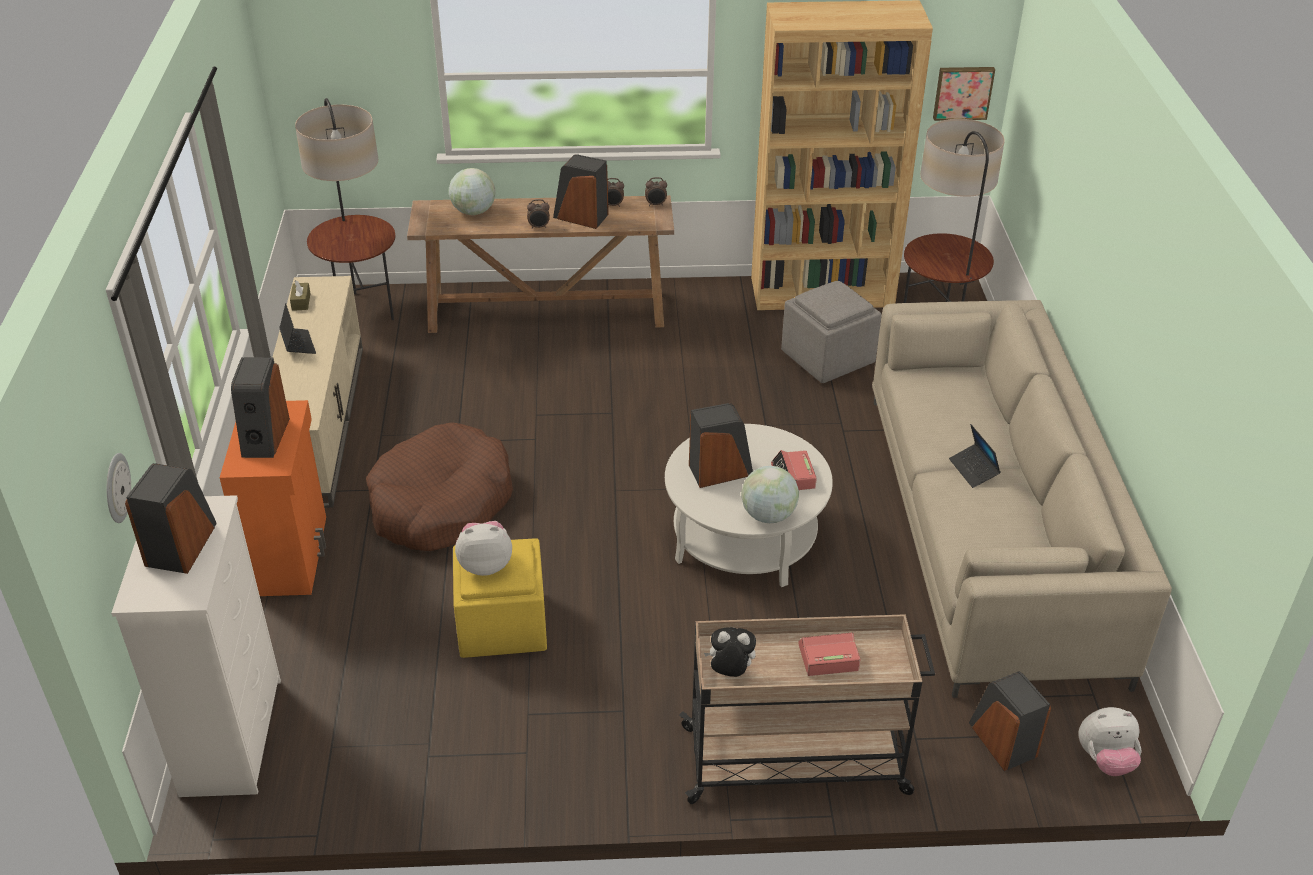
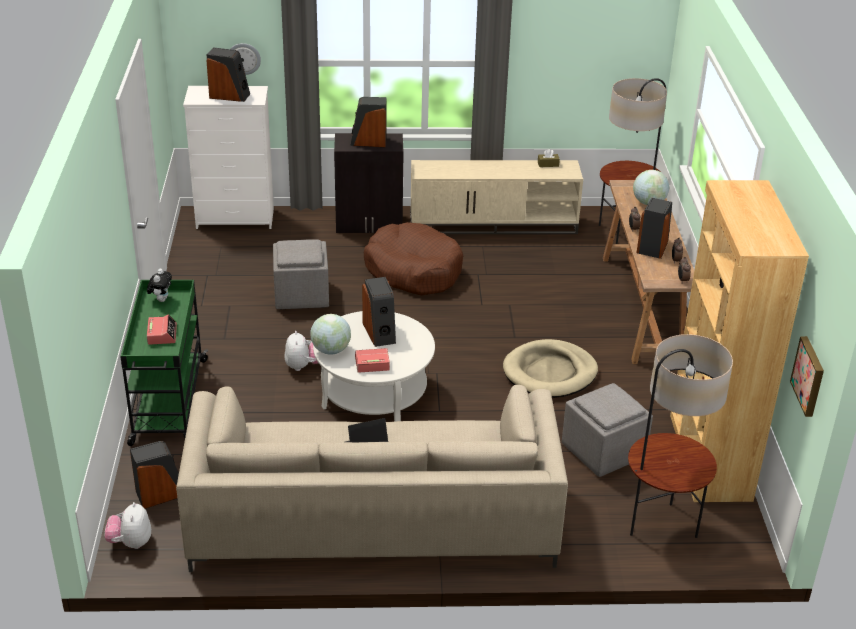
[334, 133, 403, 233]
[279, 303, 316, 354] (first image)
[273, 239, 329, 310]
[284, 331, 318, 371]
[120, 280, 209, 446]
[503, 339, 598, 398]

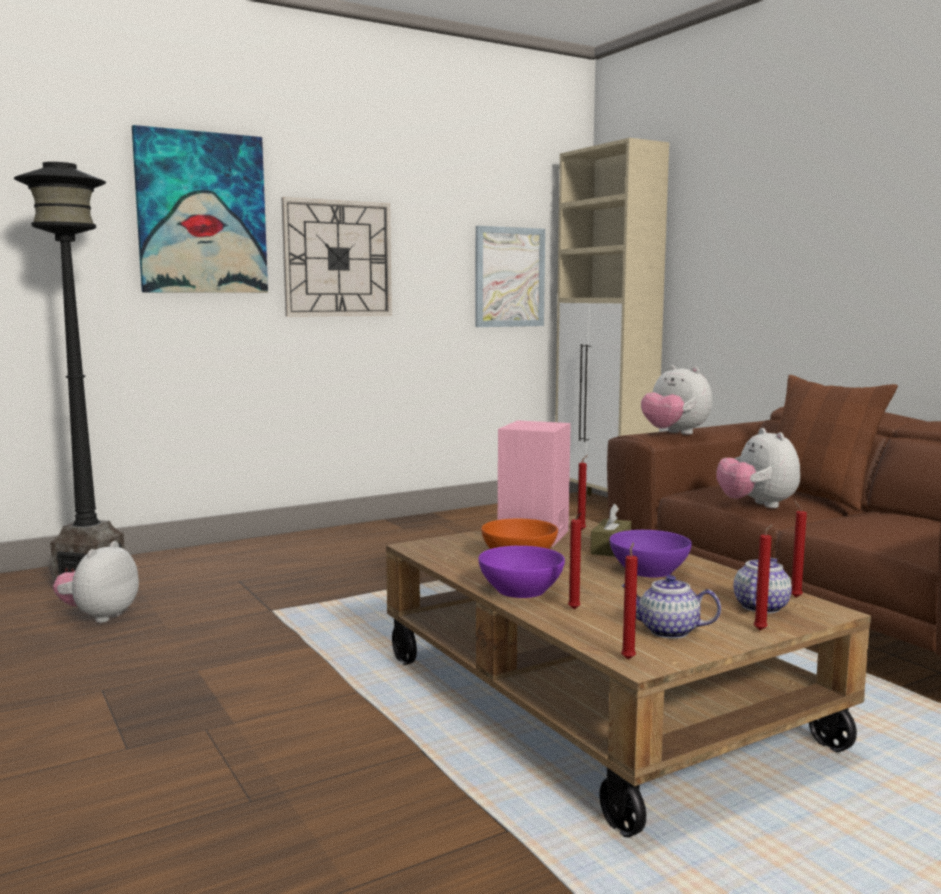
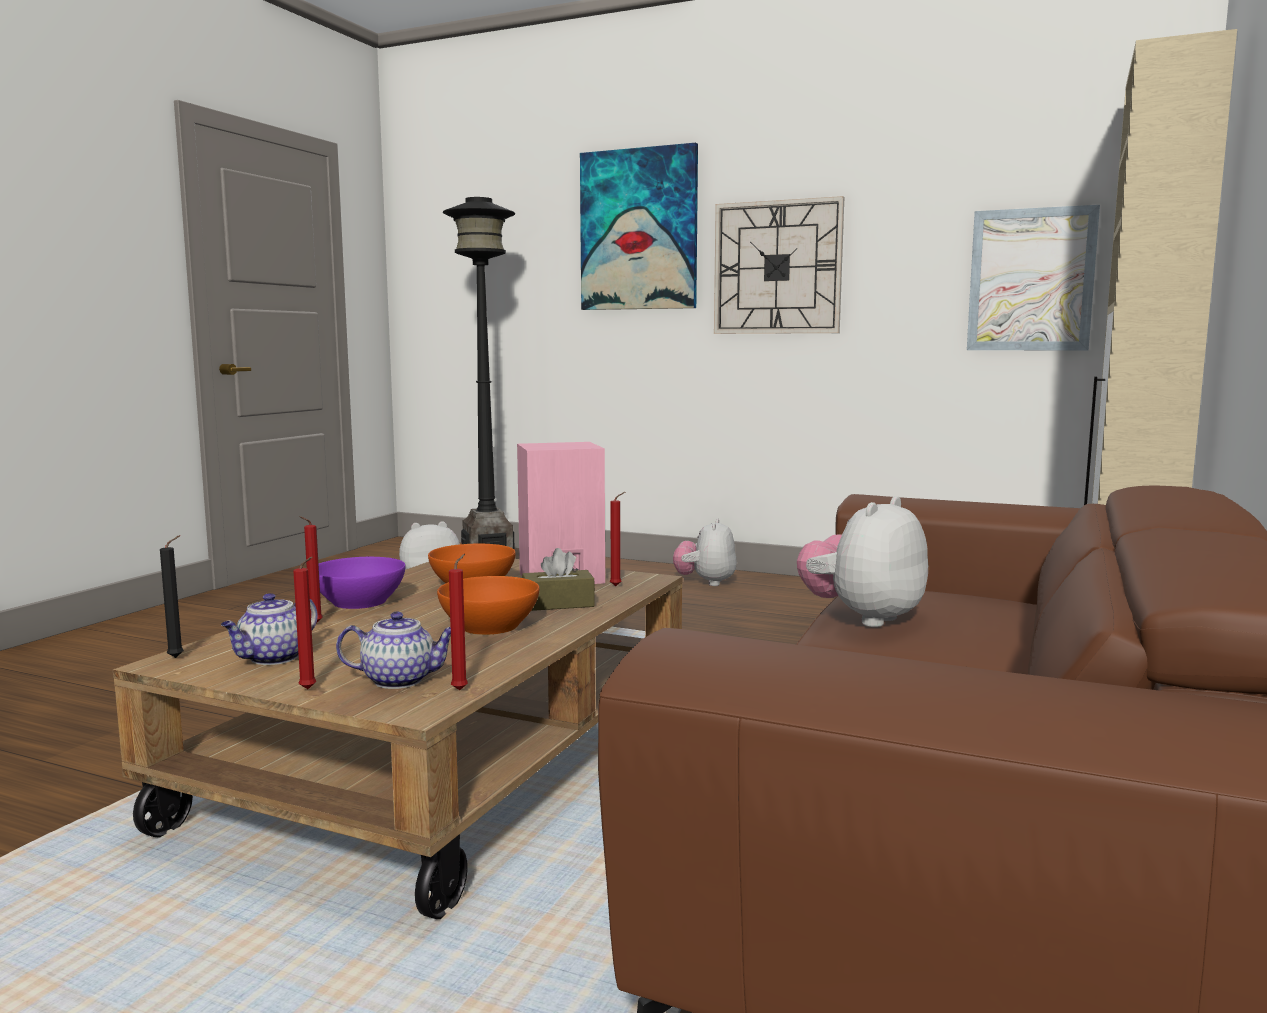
[437, 576, 540, 635]
[160, 535, 184, 658]
[221, 593, 318, 665]
[673, 518, 737, 586]
[777, 375, 898, 511] (first image)

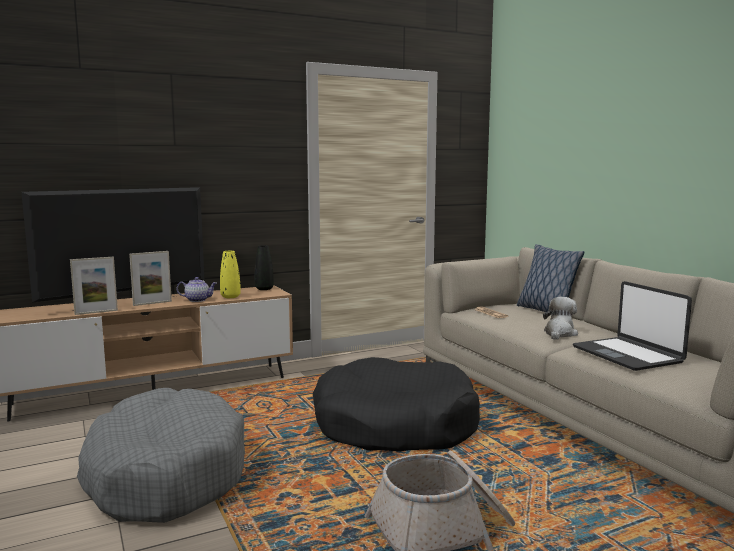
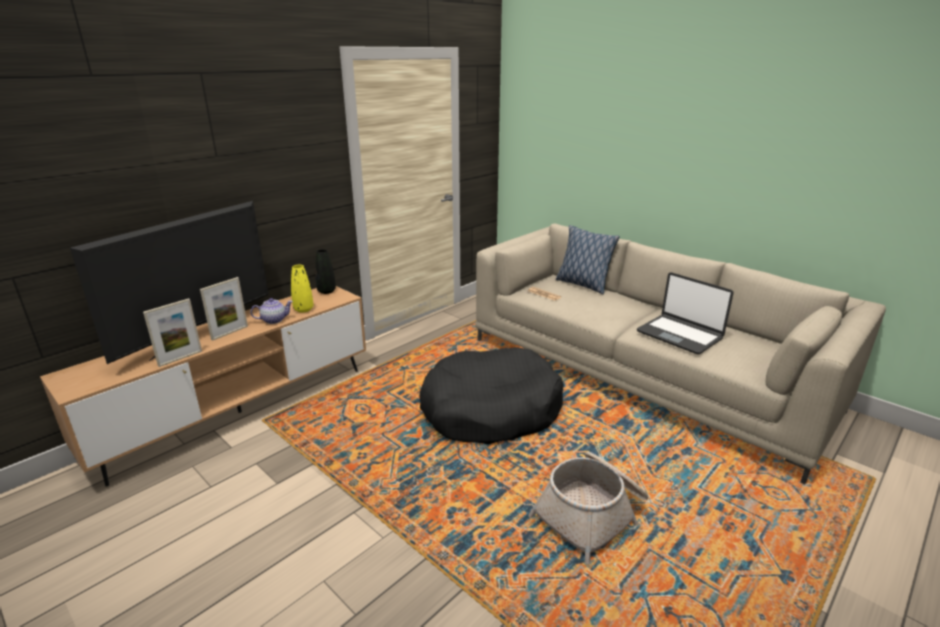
[77, 388, 245, 523] (first image)
[543, 297, 578, 340] (first image)

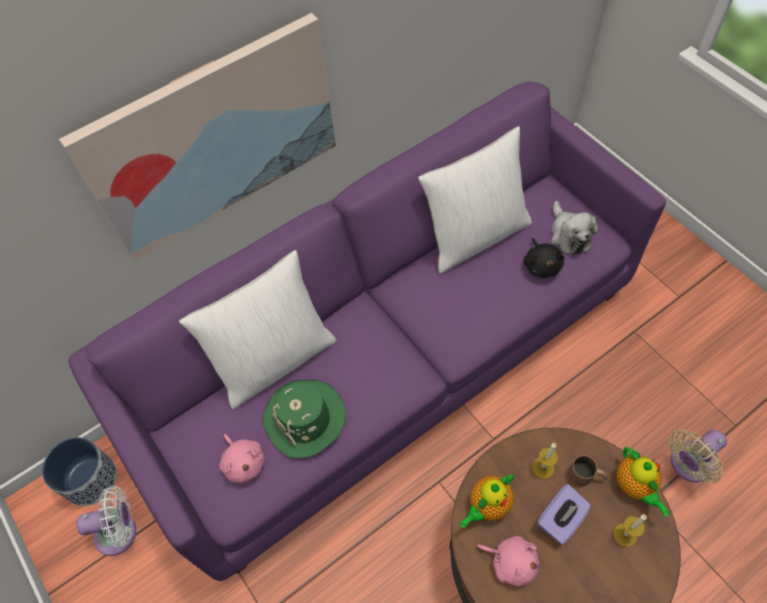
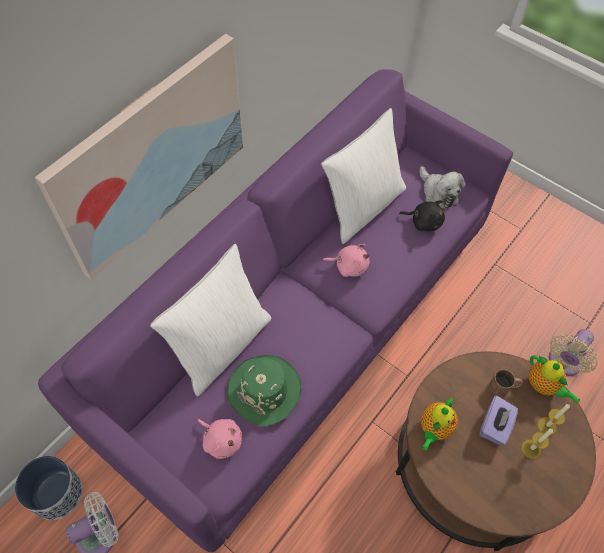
[323, 244, 370, 277]
[399, 200, 446, 231]
[521, 429, 553, 459]

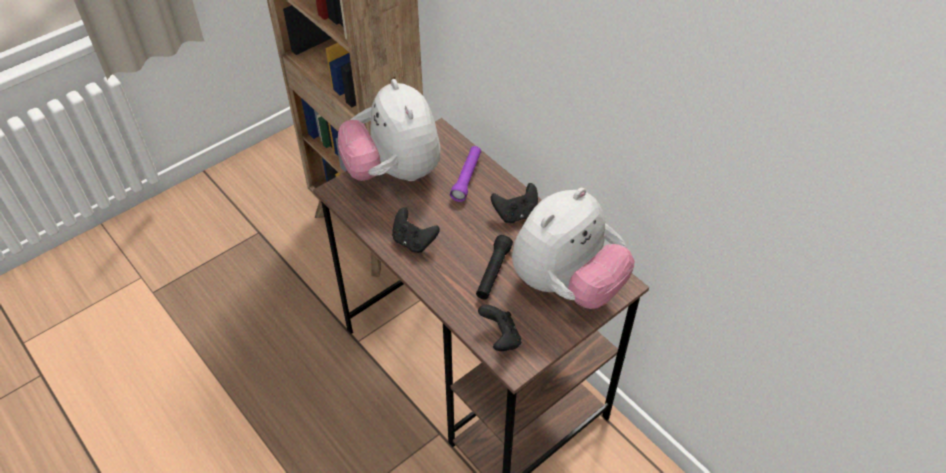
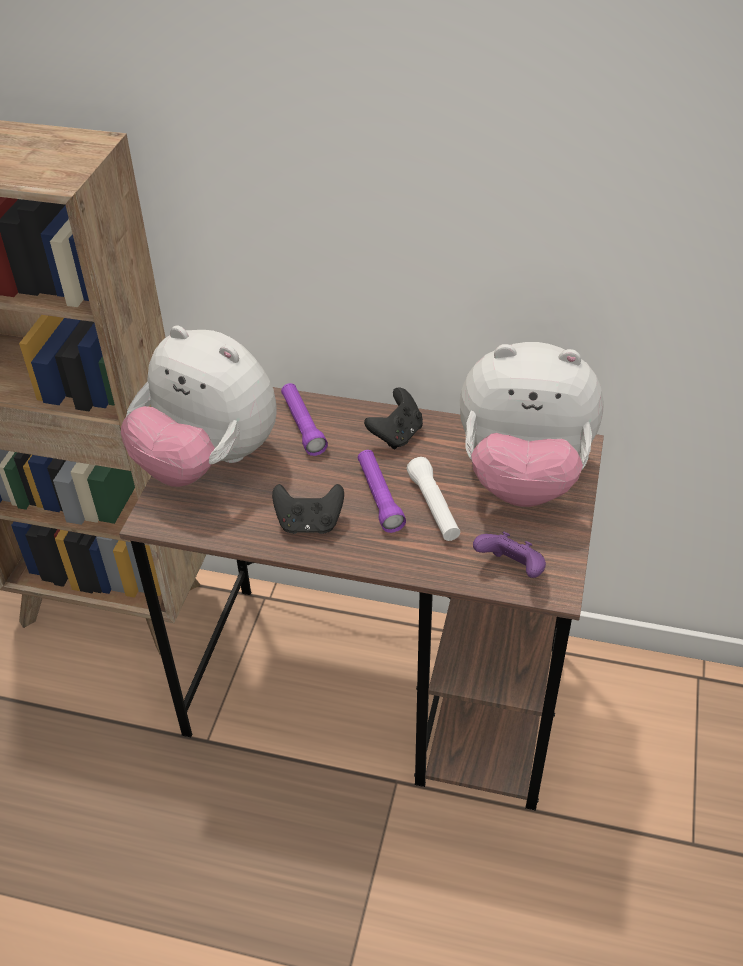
[407, 457, 460, 541]
[473, 532, 546, 578]
[460, 342, 604, 507]
[358, 450, 406, 533]

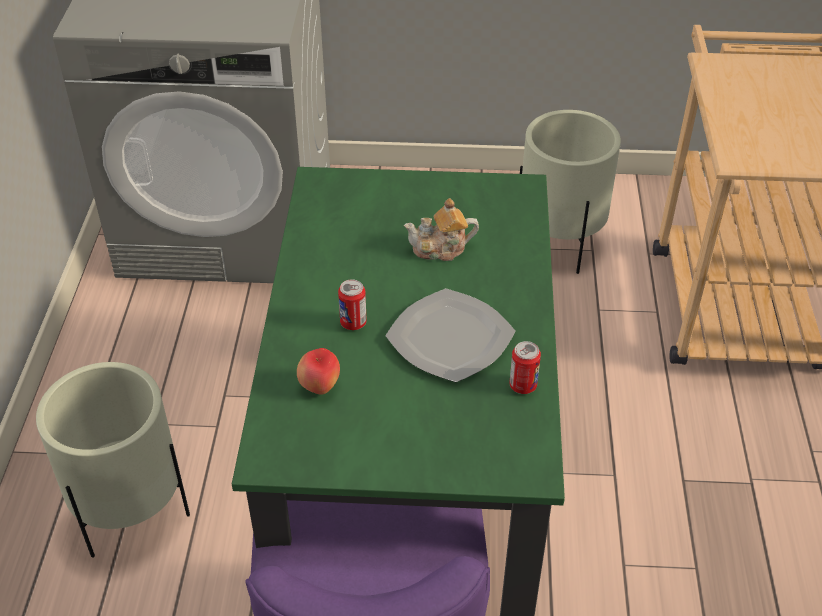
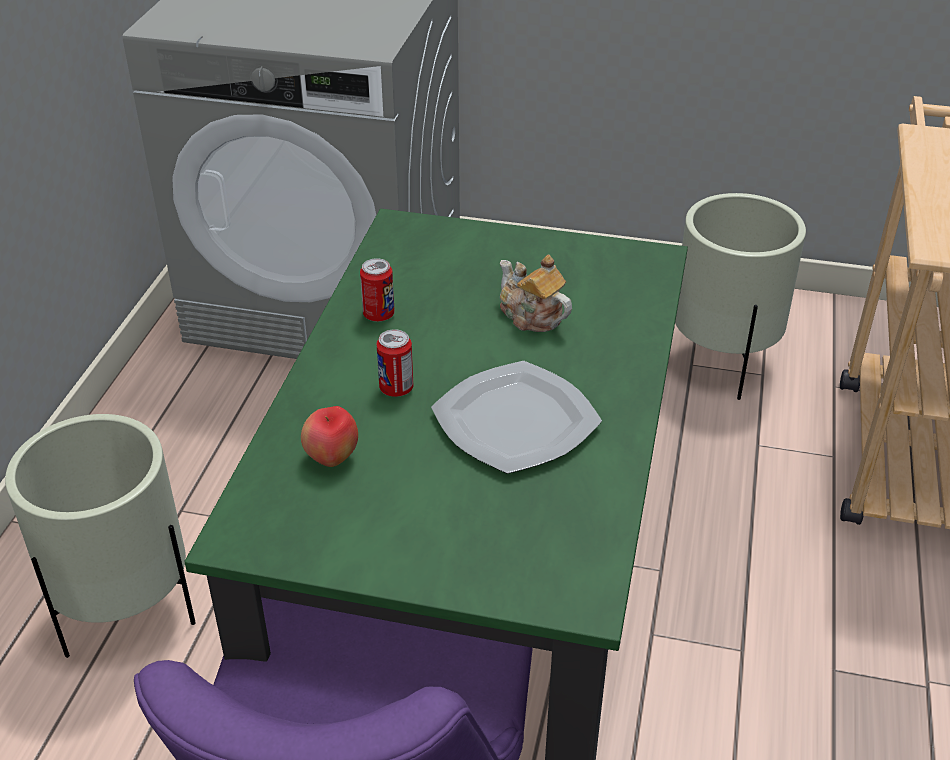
[500, 255, 572, 332]
[360, 258, 395, 322]

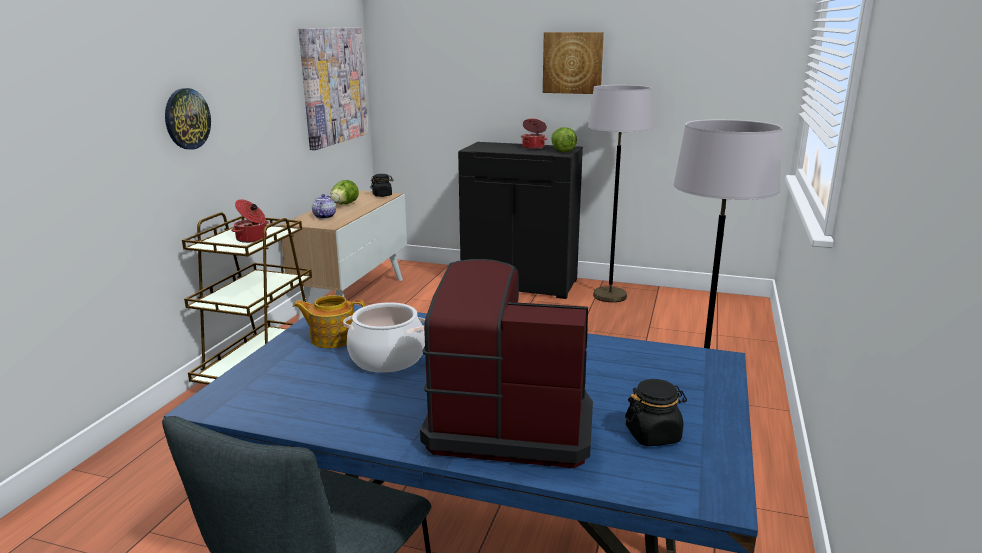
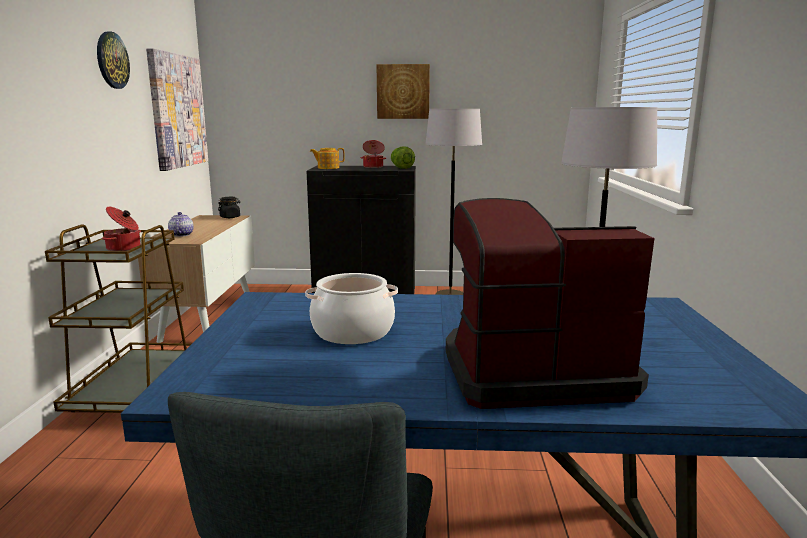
[97, 32, 130, 89]
[310, 148, 345, 169]
[330, 180, 359, 204] (first image)
[625, 379, 687, 446] (first image)

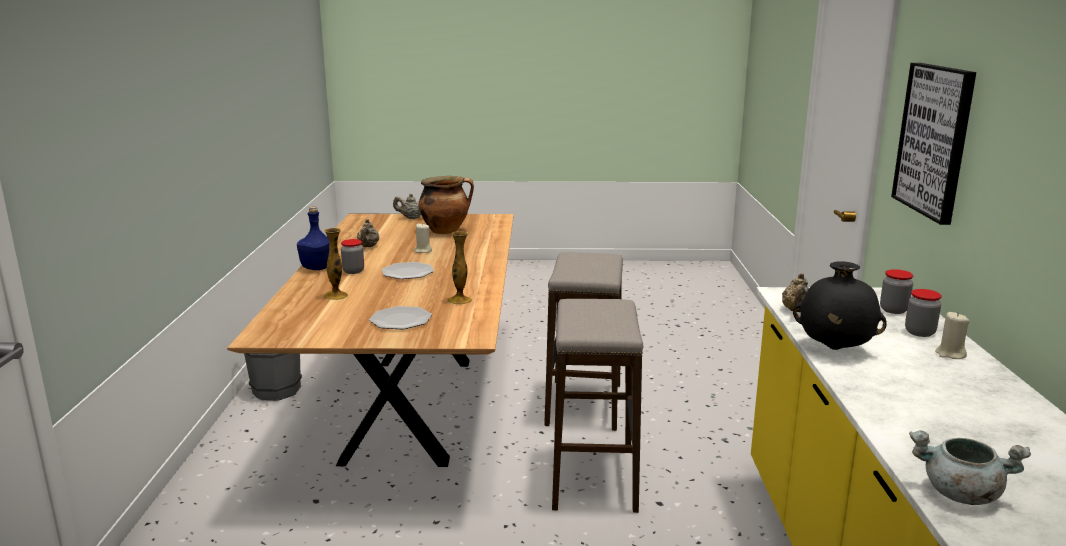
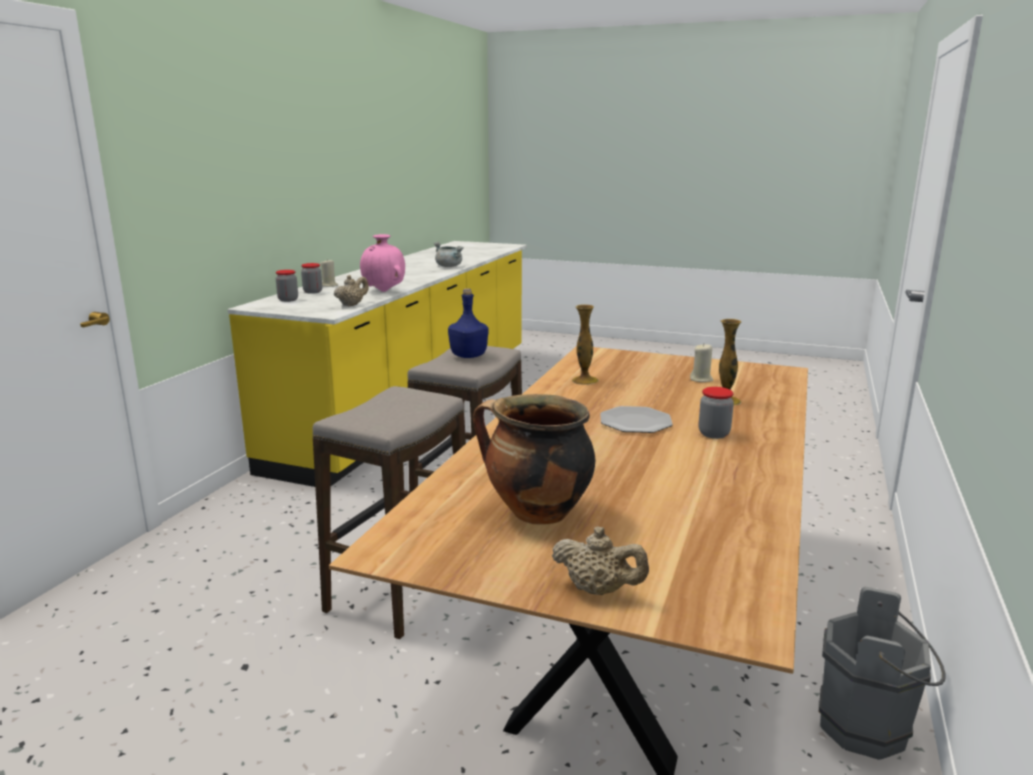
[448, 288, 489, 358]
[357, 219, 379, 247] (first image)
[369, 306, 432, 330] (first image)
[690, 343, 713, 382]
[360, 234, 405, 292]
[891, 63, 976, 225] (first image)

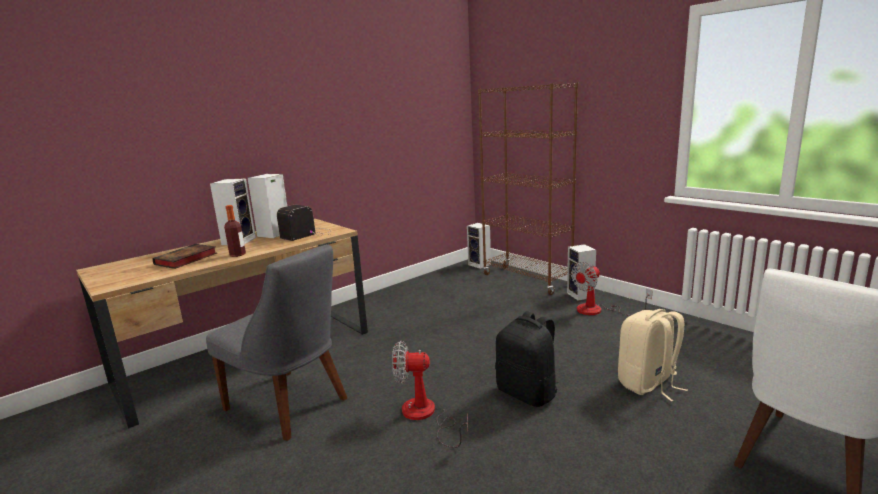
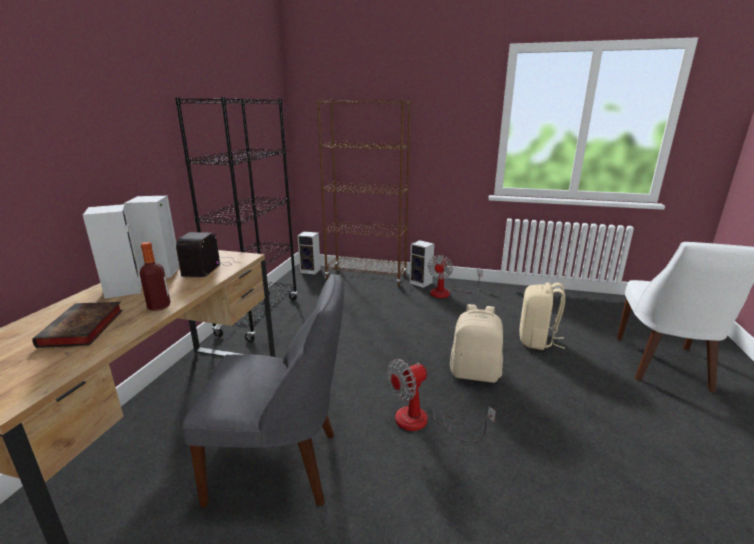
[450, 304, 503, 383]
[175, 97, 298, 342]

